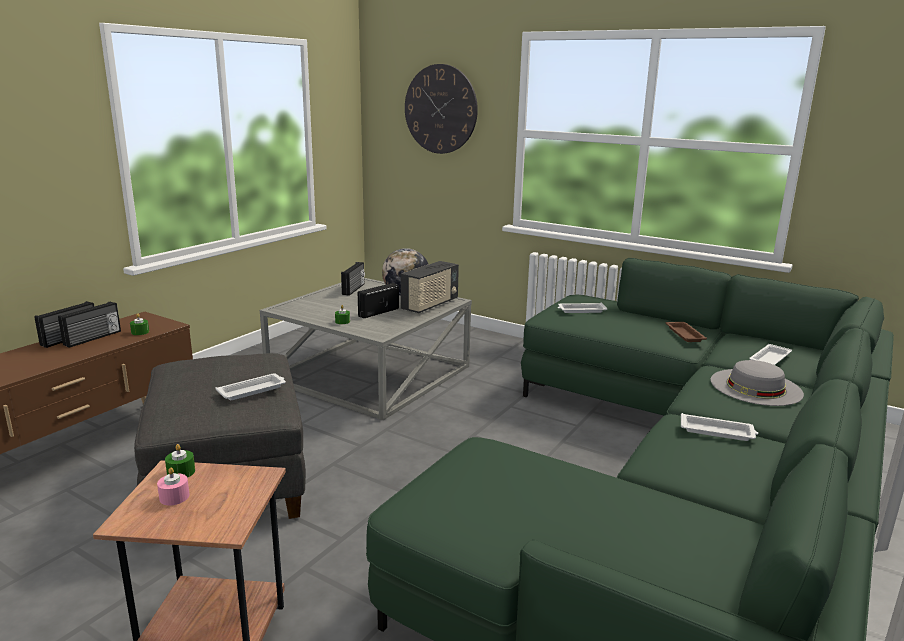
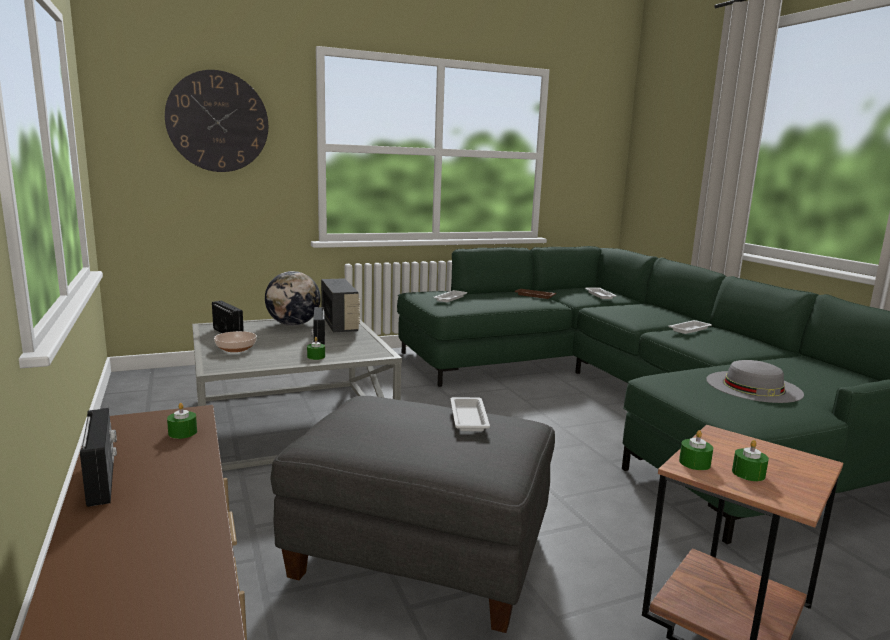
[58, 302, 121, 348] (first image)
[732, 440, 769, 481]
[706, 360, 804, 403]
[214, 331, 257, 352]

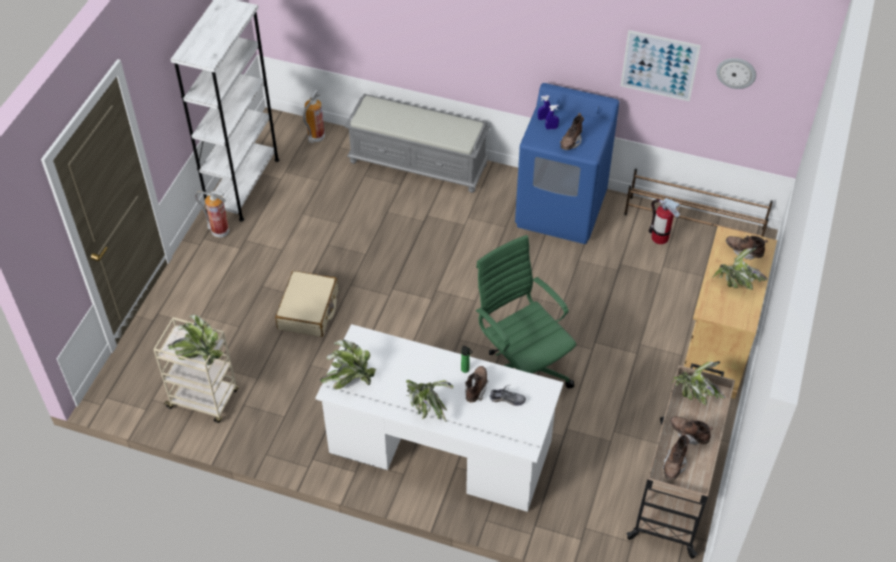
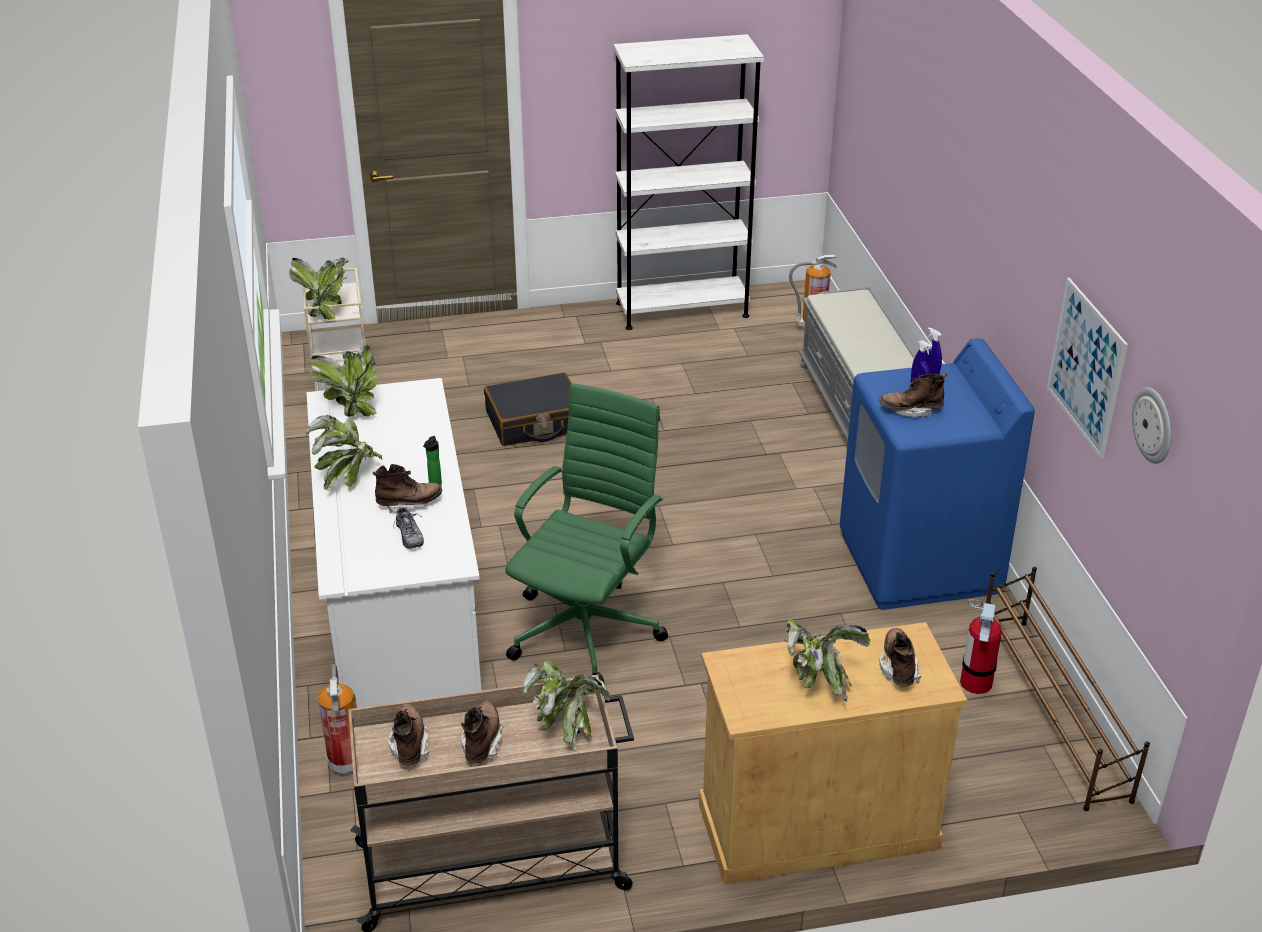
[318, 664, 357, 774]
[484, 373, 572, 446]
[388, 704, 429, 766]

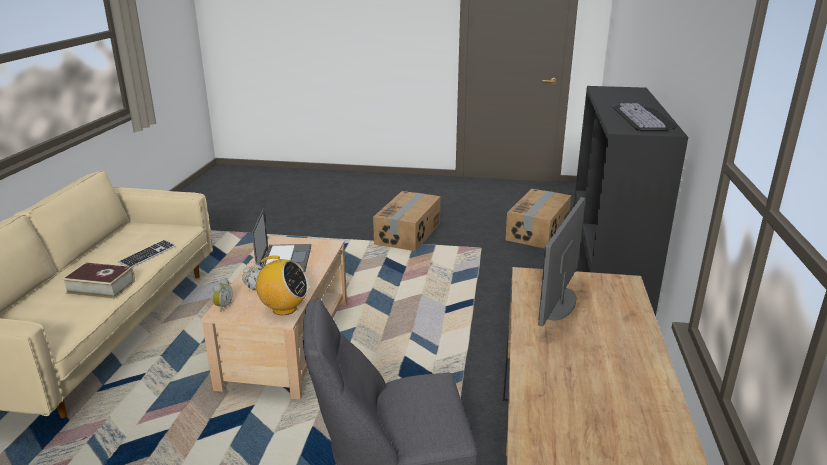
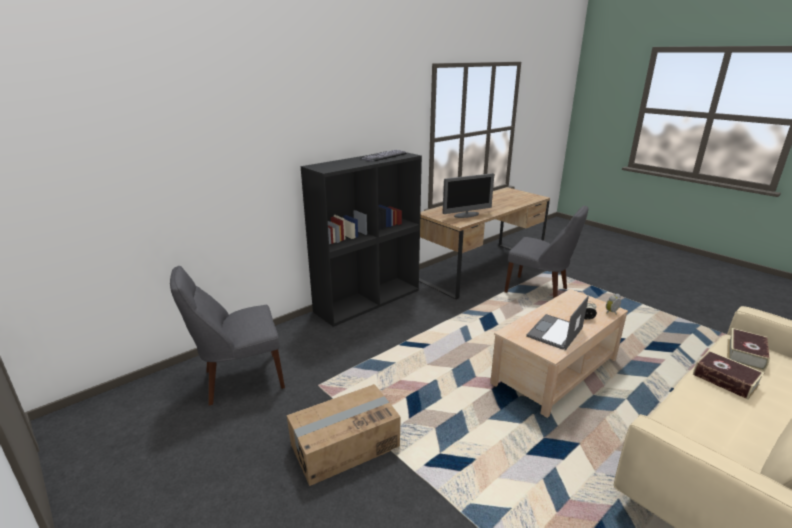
[118, 240, 176, 267] (first image)
[249, 255, 309, 315] (first image)
[170, 266, 285, 405]
[727, 328, 770, 371]

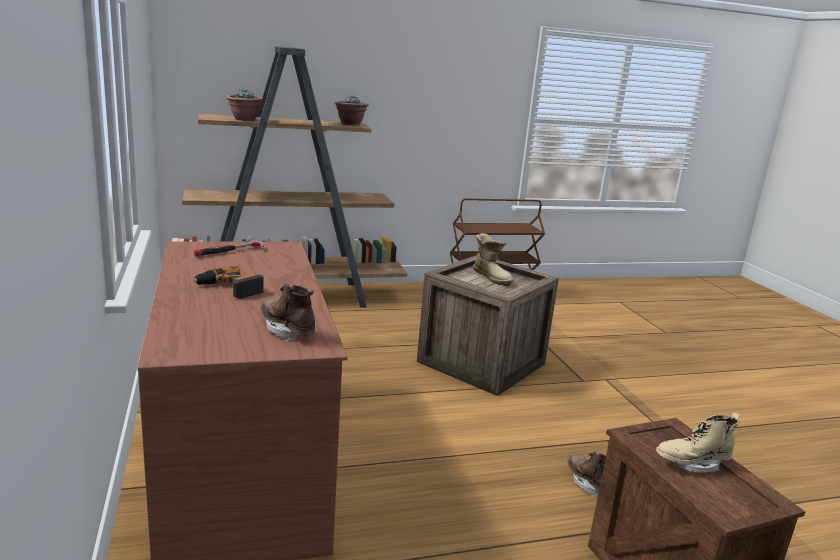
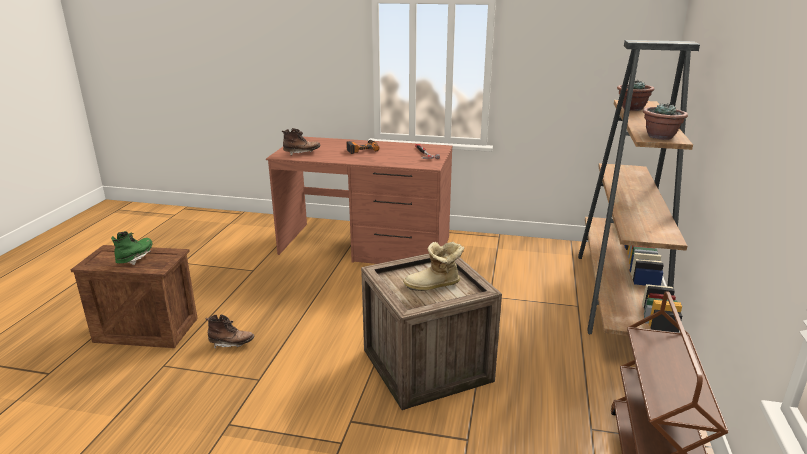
[111, 231, 153, 265]

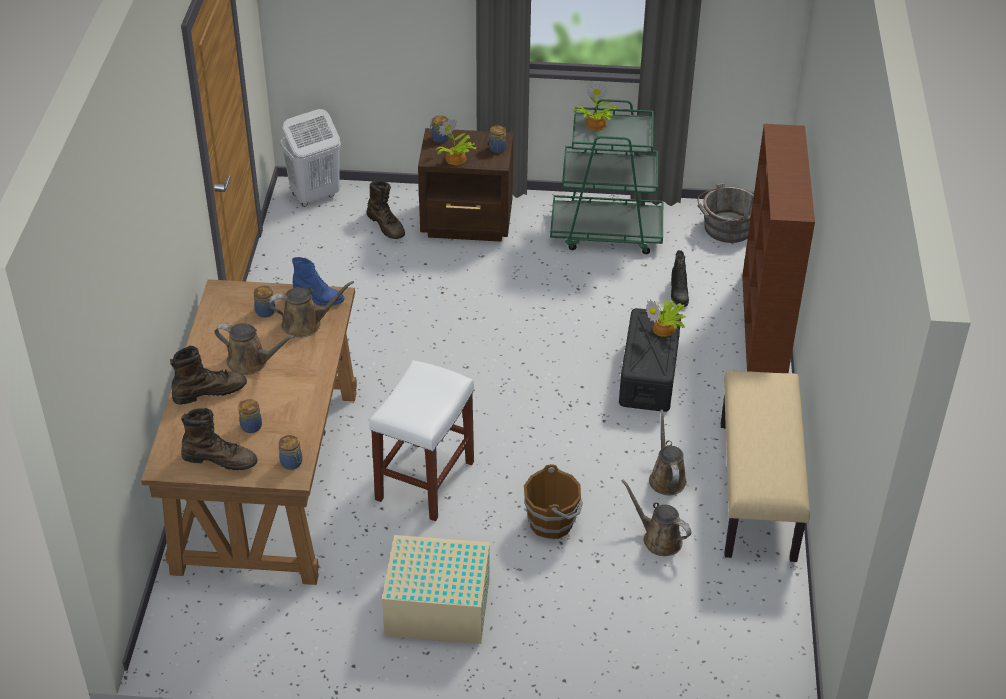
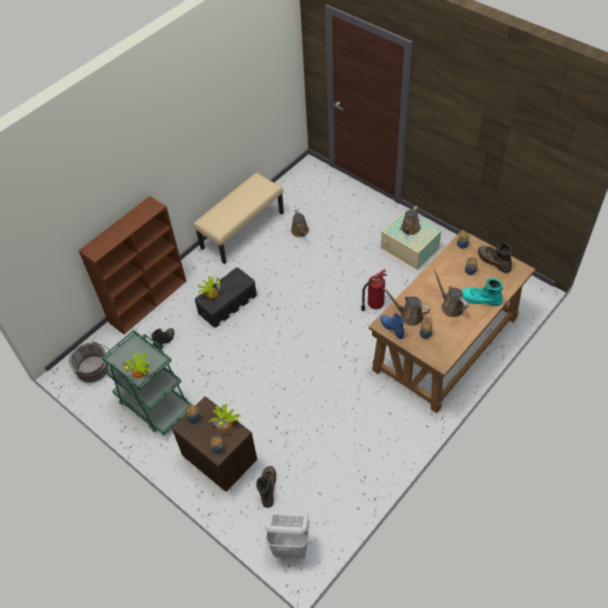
[461, 278, 503, 306]
[361, 269, 387, 311]
[524, 464, 583, 539] (first image)
[399, 206, 420, 235]

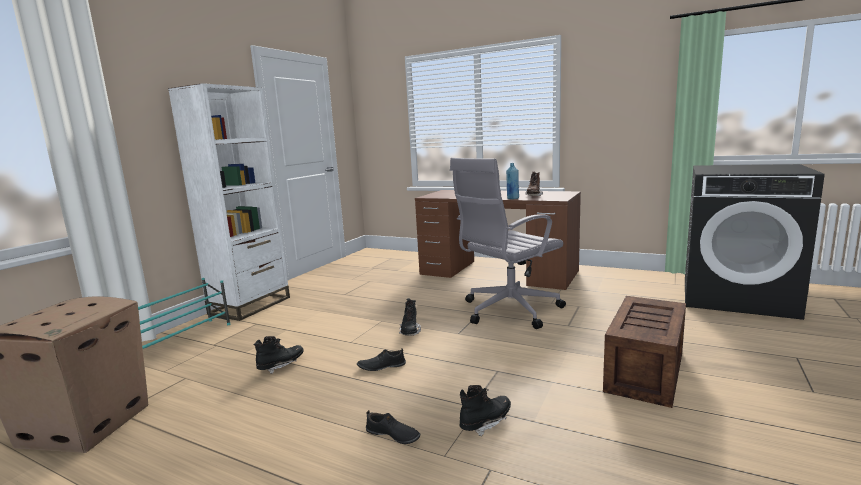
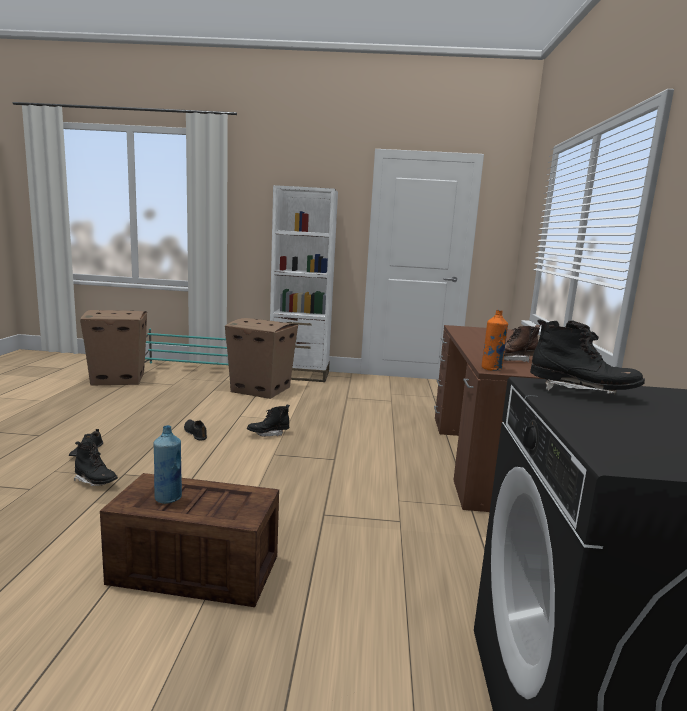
[530, 320, 645, 394]
[450, 158, 566, 329] (first image)
[153, 425, 182, 504]
[225, 318, 298, 399]
[482, 310, 508, 371]

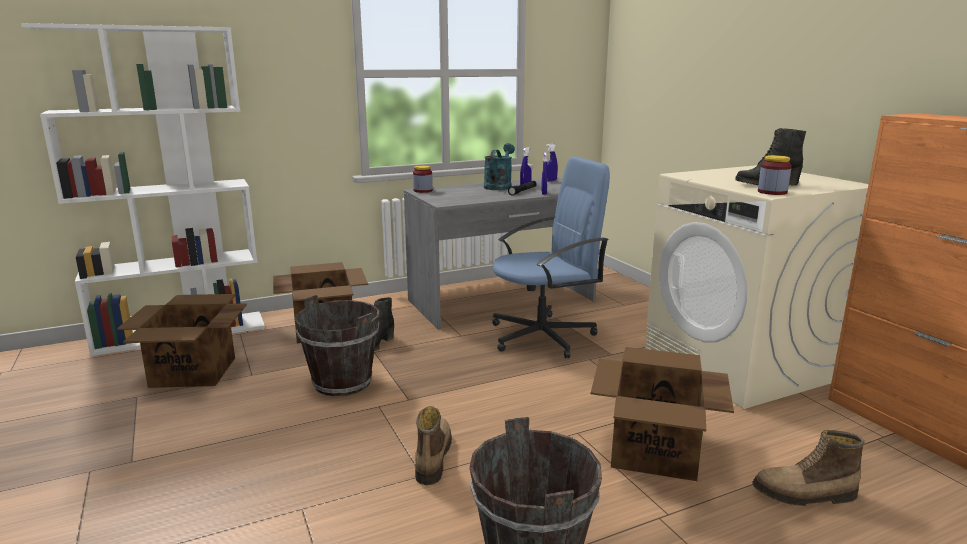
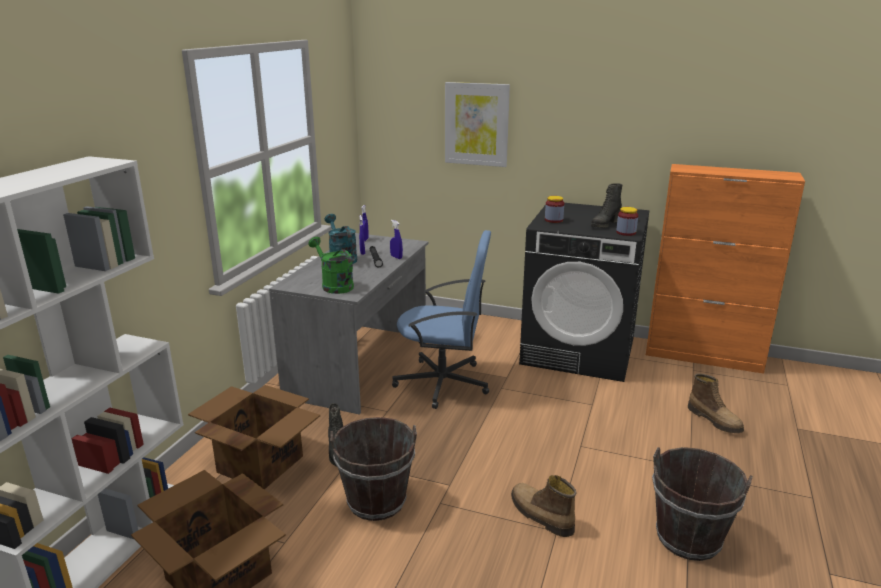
[545, 196, 564, 223]
[392, 230, 491, 409]
[591, 347, 734, 481] (first image)
[519, 203, 650, 382]
[688, 373, 744, 433]
[308, 237, 354, 294]
[445, 82, 510, 167]

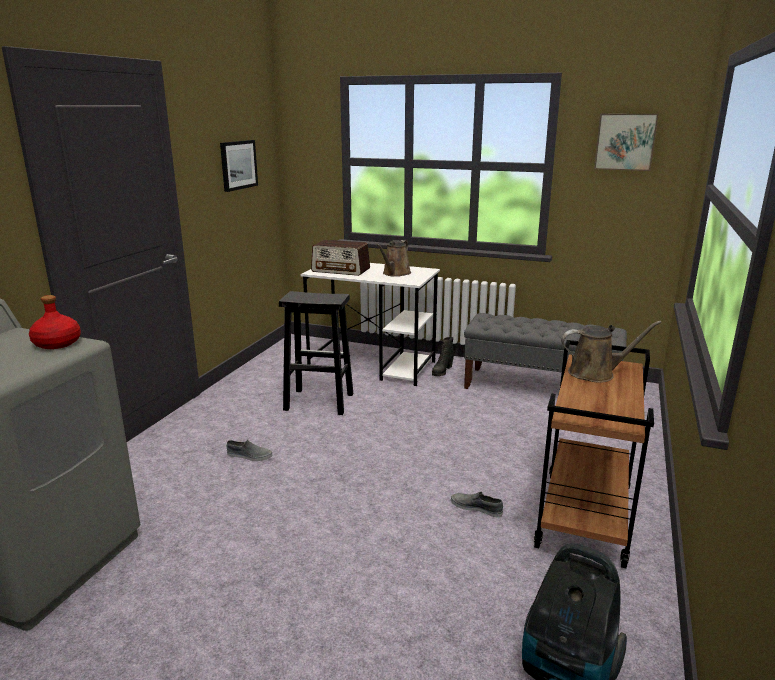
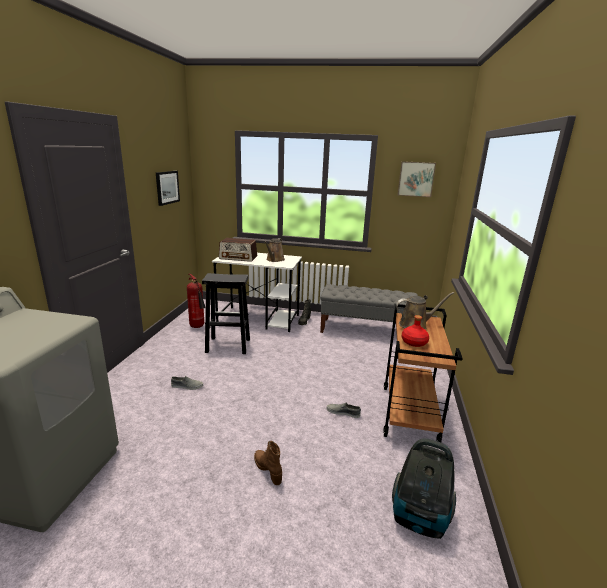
[402, 315, 429, 347]
[187, 274, 205, 328]
[254, 441, 282, 485]

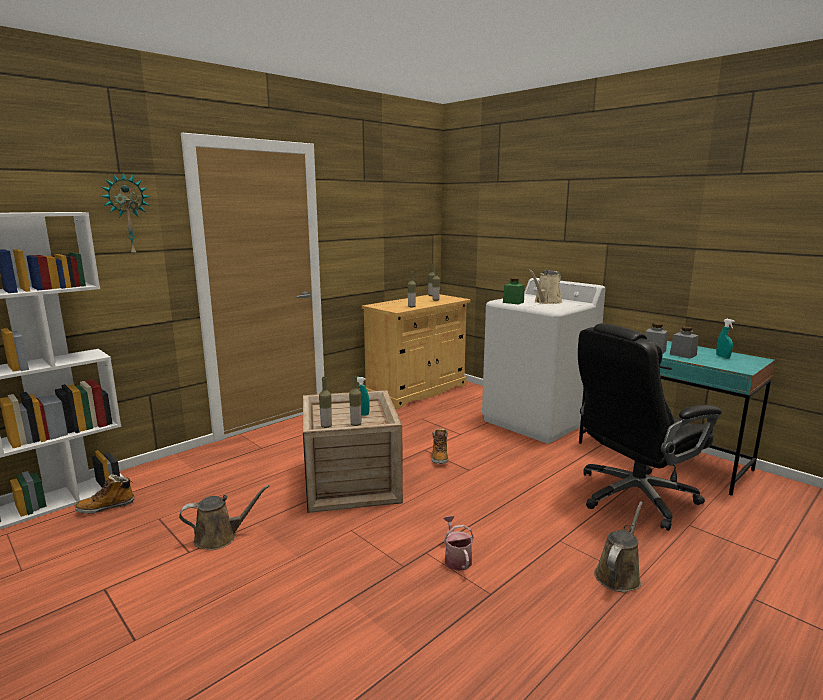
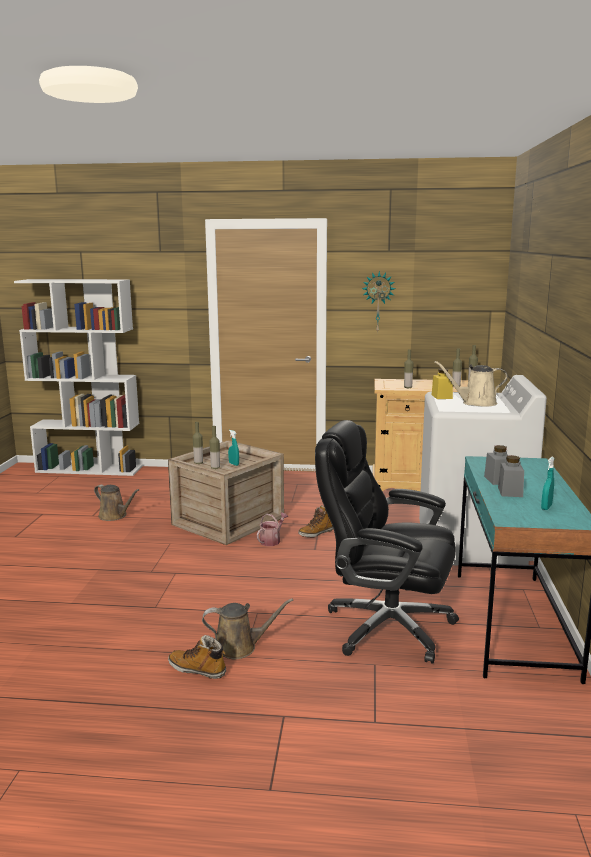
[168, 635, 226, 679]
[362, 271, 395, 333]
[257, 512, 288, 546]
[432, 369, 453, 399]

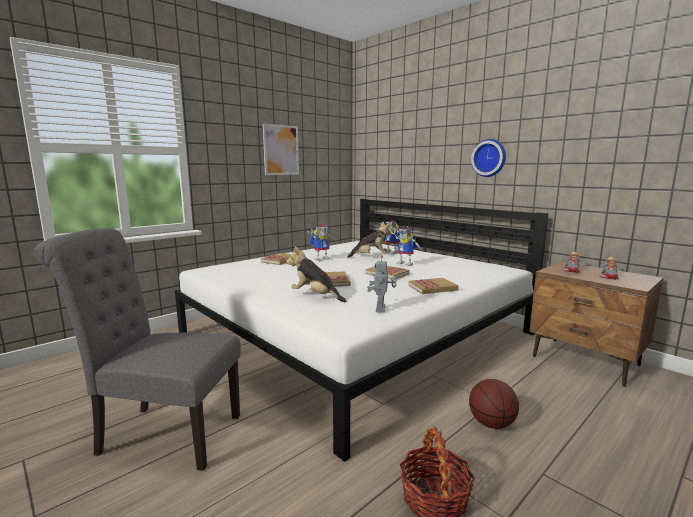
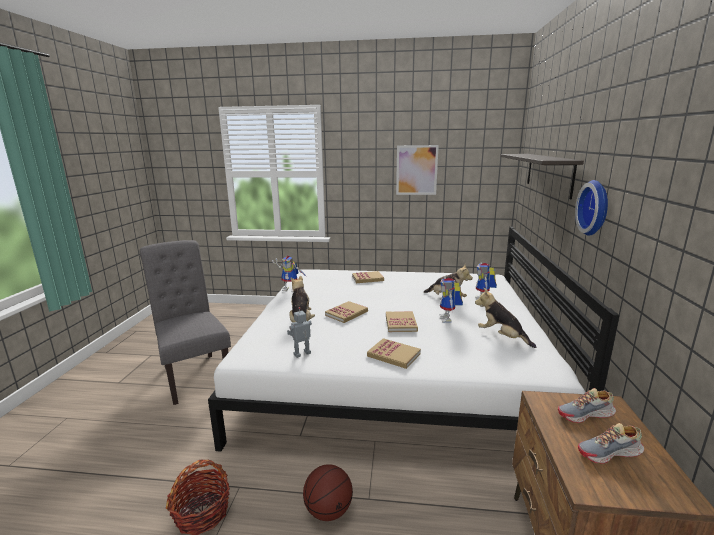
[272, 256, 308, 292]
[475, 288, 536, 348]
[500, 154, 584, 199]

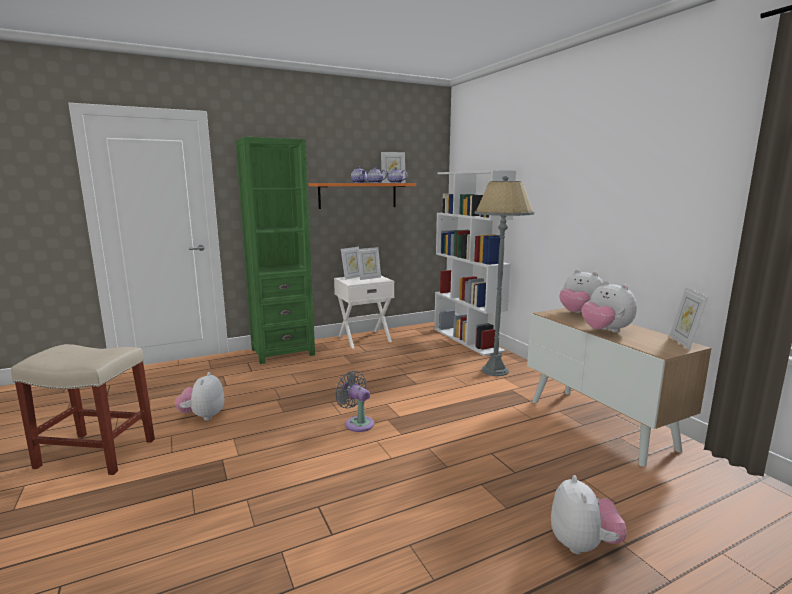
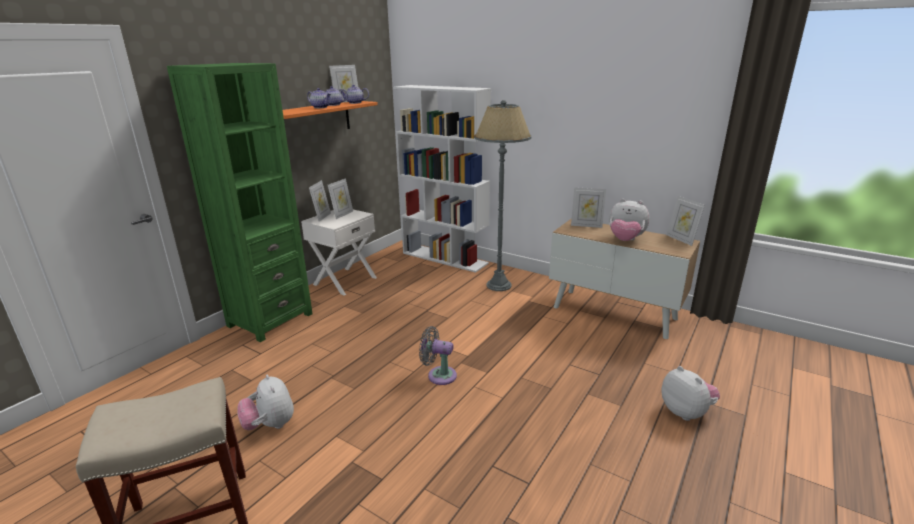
[571, 187, 606, 228]

